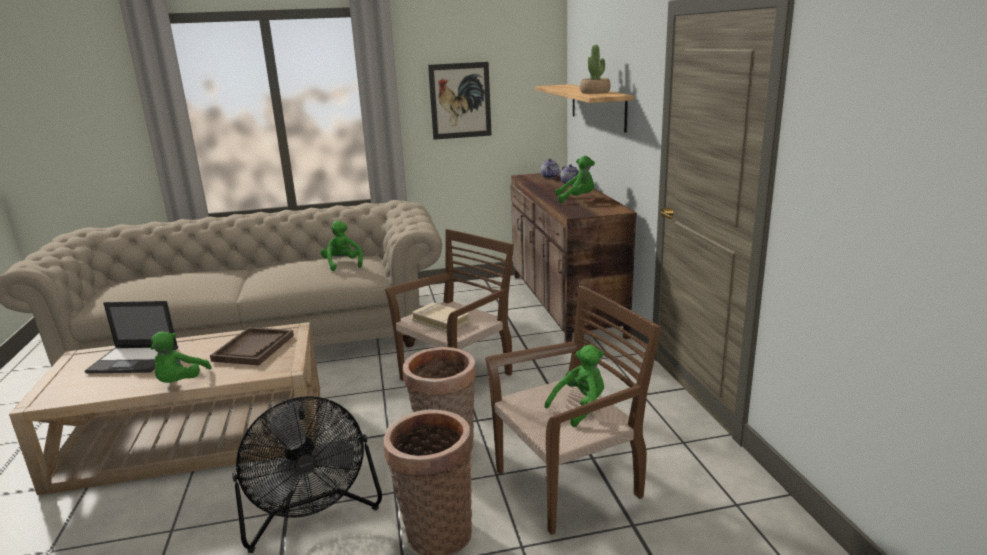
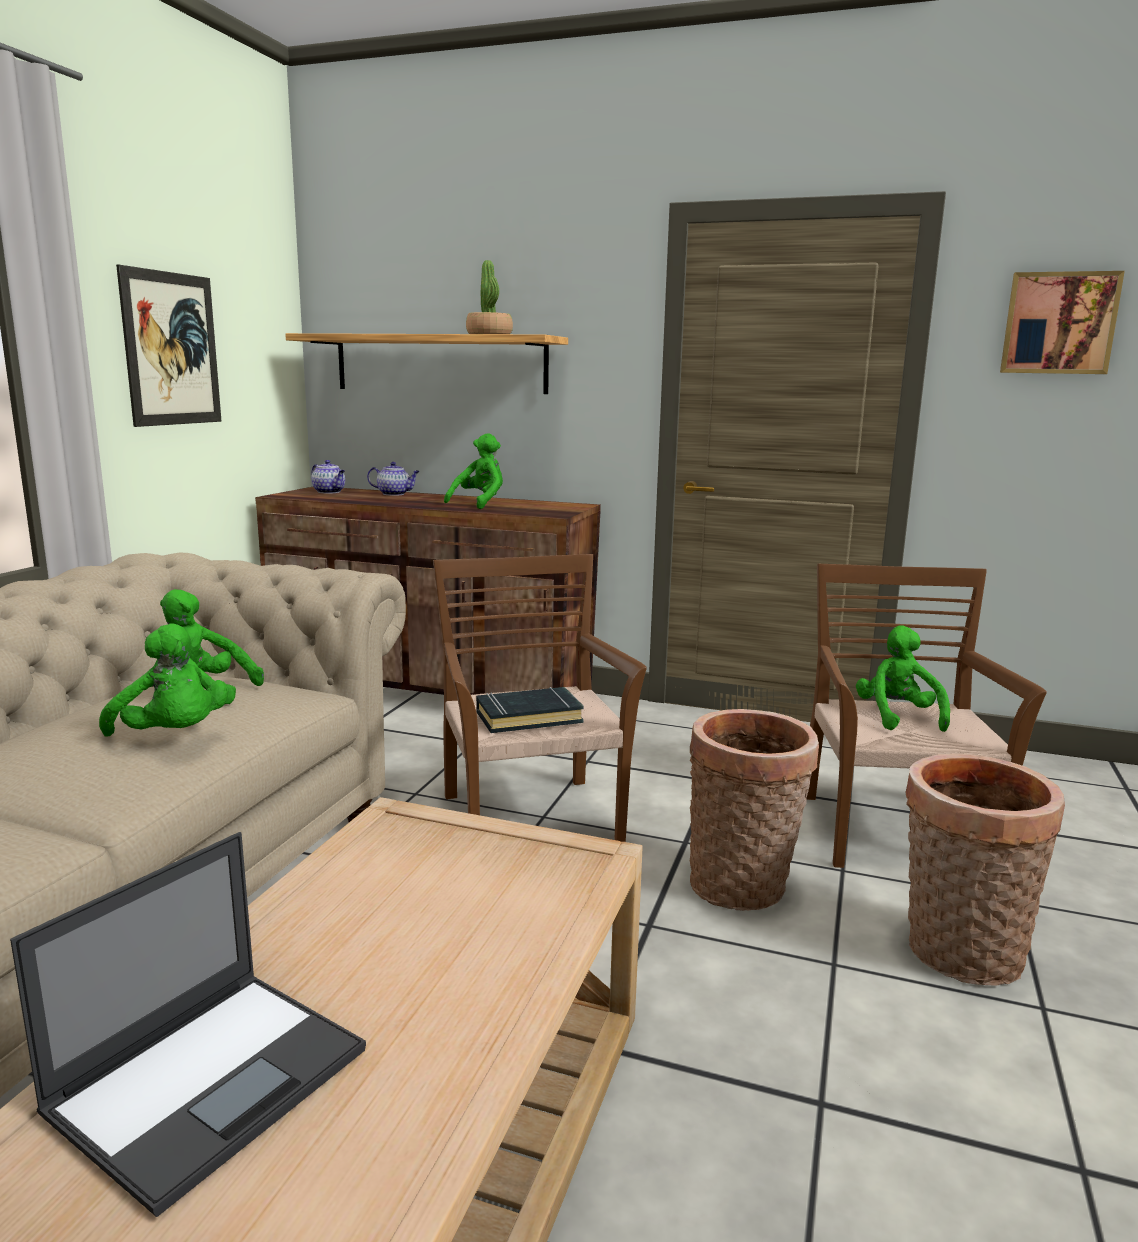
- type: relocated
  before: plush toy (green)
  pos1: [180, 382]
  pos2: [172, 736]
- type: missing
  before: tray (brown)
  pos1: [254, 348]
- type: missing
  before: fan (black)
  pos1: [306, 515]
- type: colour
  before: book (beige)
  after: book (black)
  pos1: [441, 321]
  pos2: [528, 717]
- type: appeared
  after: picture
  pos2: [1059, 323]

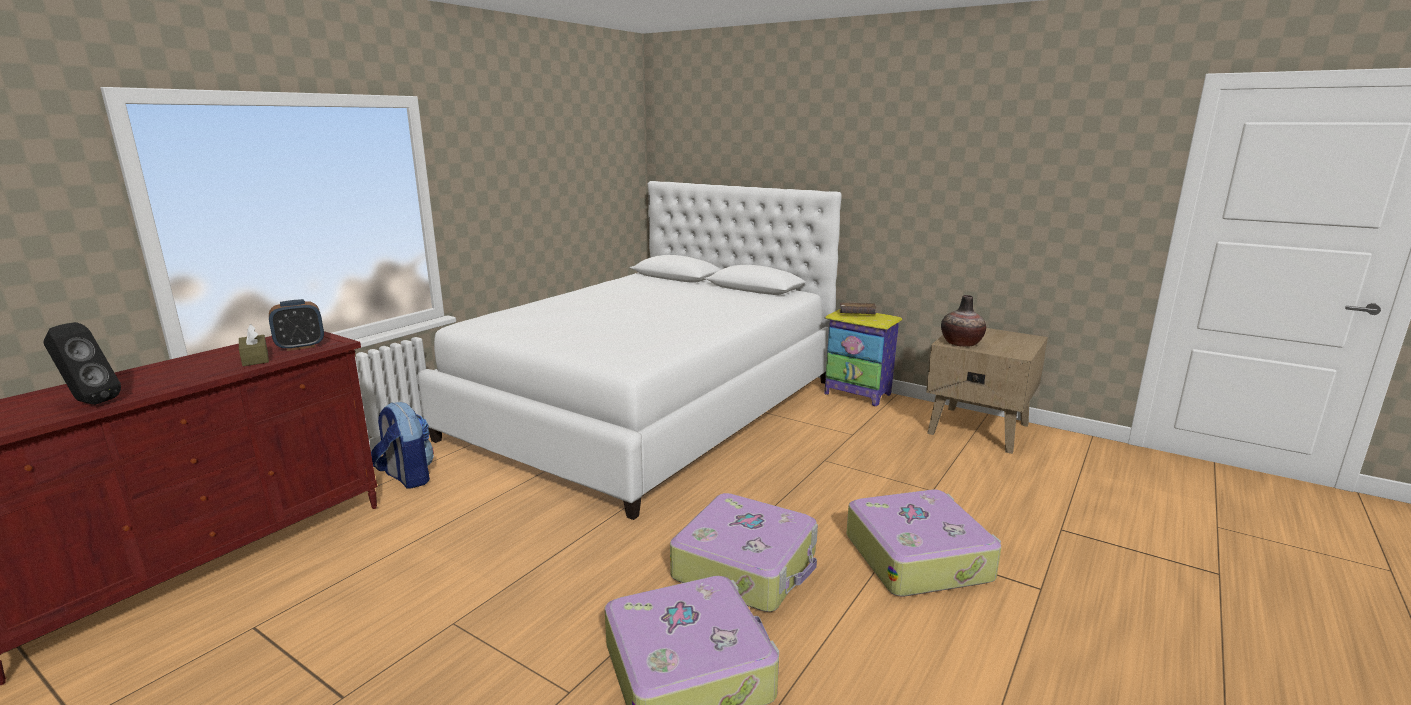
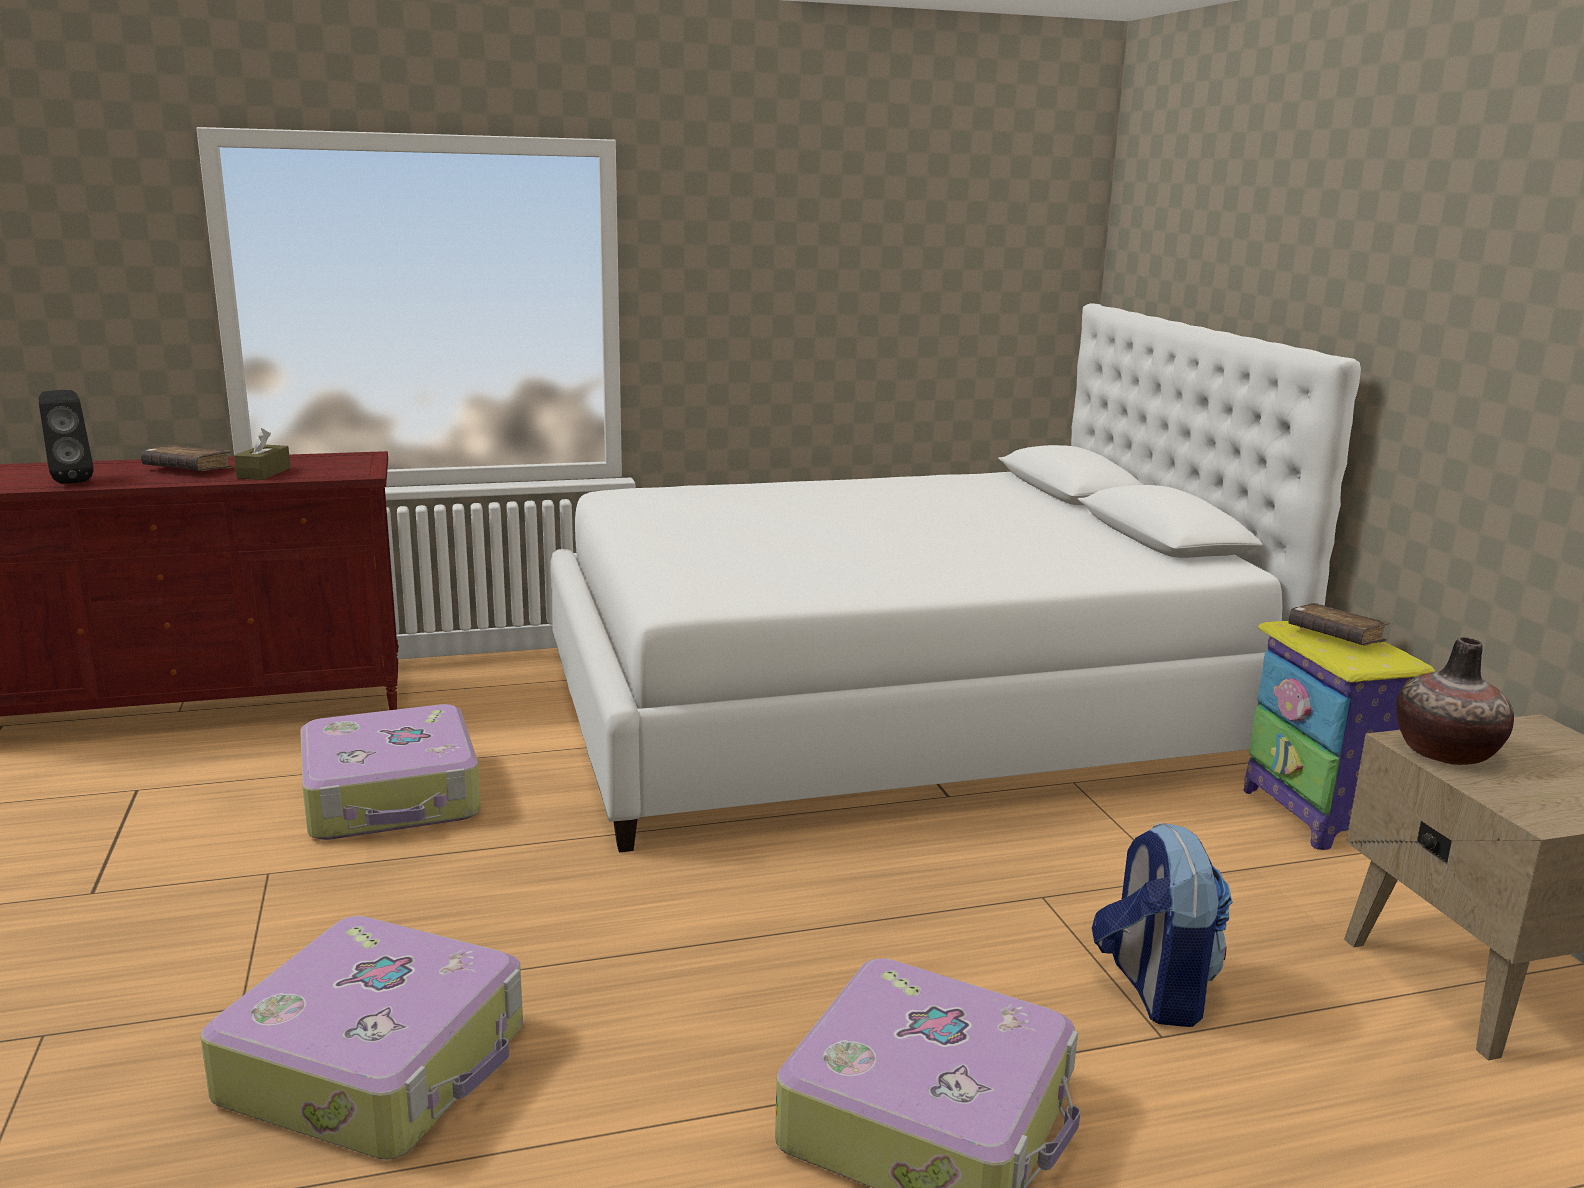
- type: missing
  before: alarm clock
  pos1: [300, 346]
- type: relocated
  before: backpack
  pos1: [406, 477]
  pos2: [1154, 989]
- type: relocated
  before: suitcase
  pos1: [746, 566]
  pos2: [393, 797]
- type: appeared
  after: book (brown)
  pos2: [188, 469]

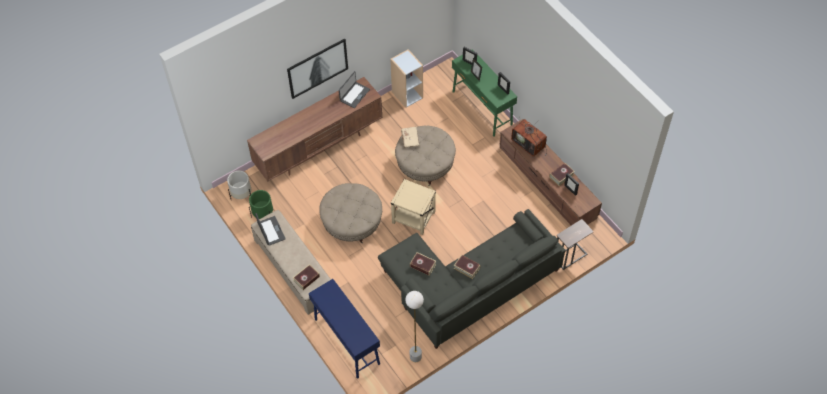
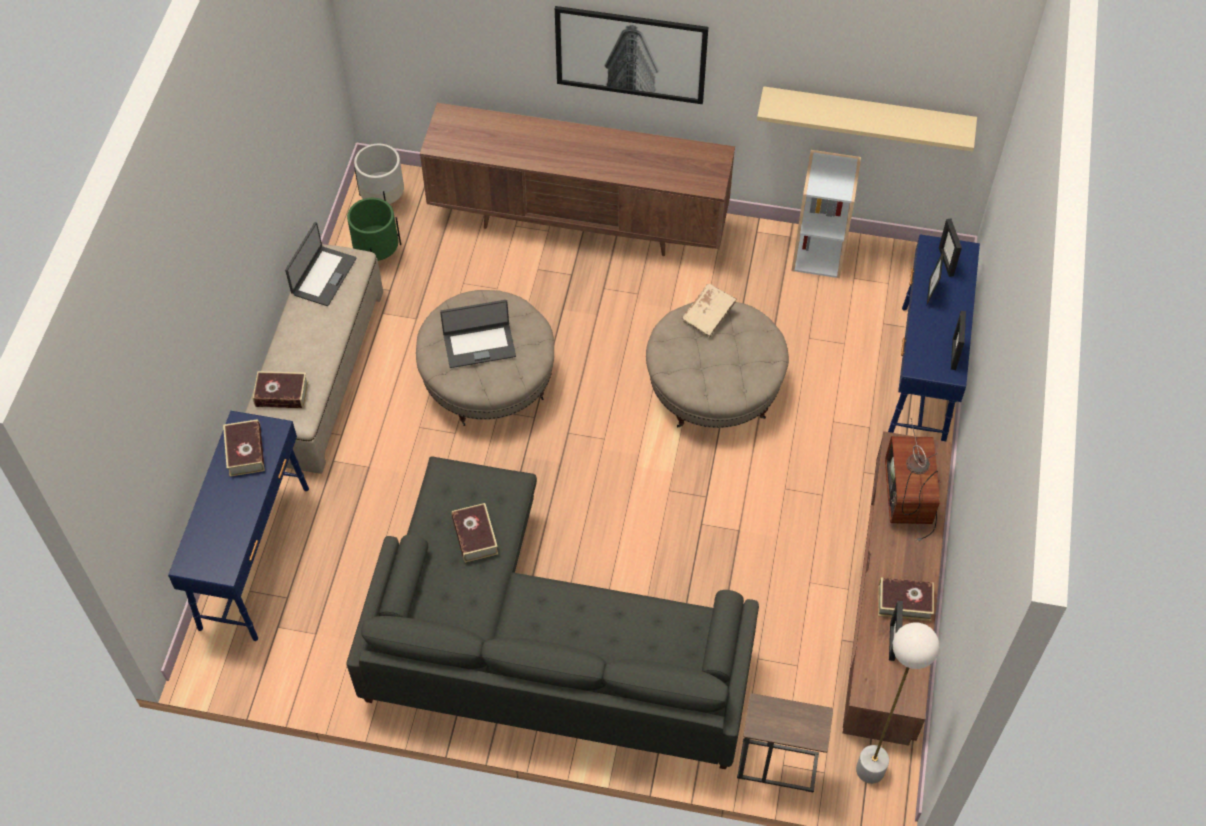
- type: relocated
  before: laptop
  pos1: [354, 95]
  pos2: [479, 345]
- type: missing
  before: side table (beige)
  pos1: [413, 217]
- type: relocated
  before: floor lamp (white)
  pos1: [415, 357]
  pos2: [870, 770]
- type: colour
  before: console table (green)
  after: console table (blue)
  pos1: [481, 109]
  pos2: [921, 376]
- type: relocated
  before: book
  pos1: [467, 268]
  pos2: [245, 452]
- type: appeared
  after: shelf (beige)
  pos2: [867, 114]

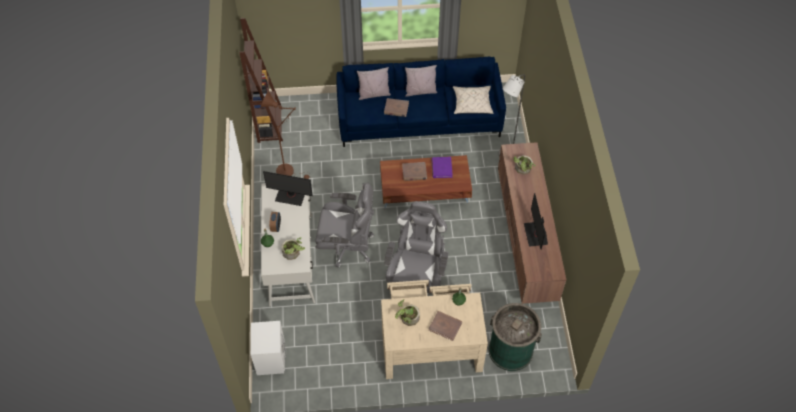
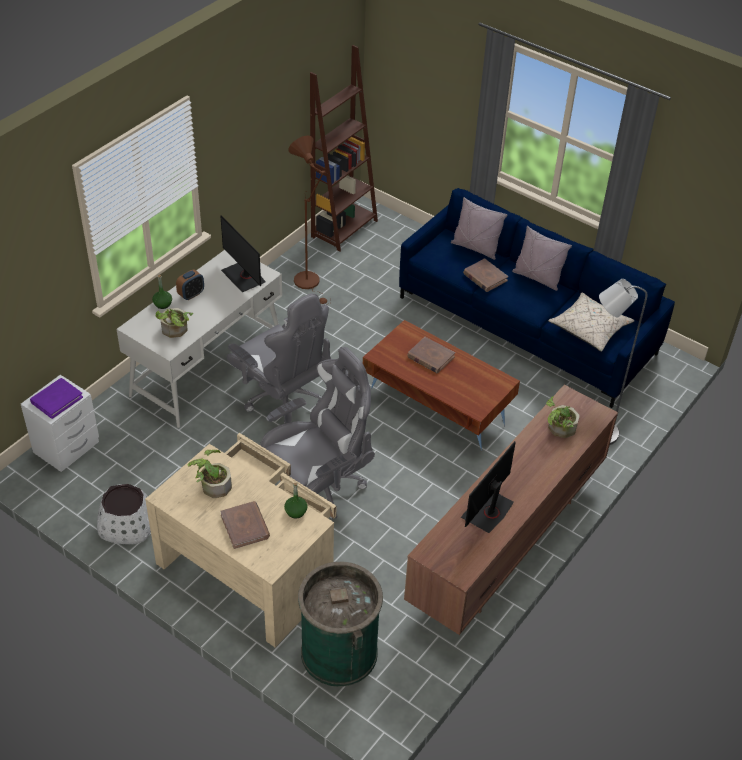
- type: relocated
  before: book (purple)
  pos1: [441, 168]
  pos2: [56, 399]
- type: appeared
  after: planter (white)
  pos2: [127, 525]

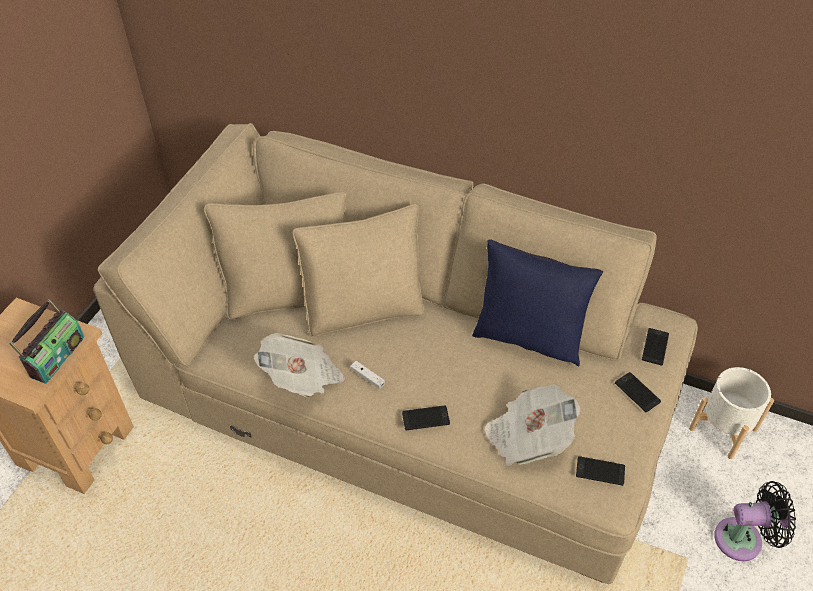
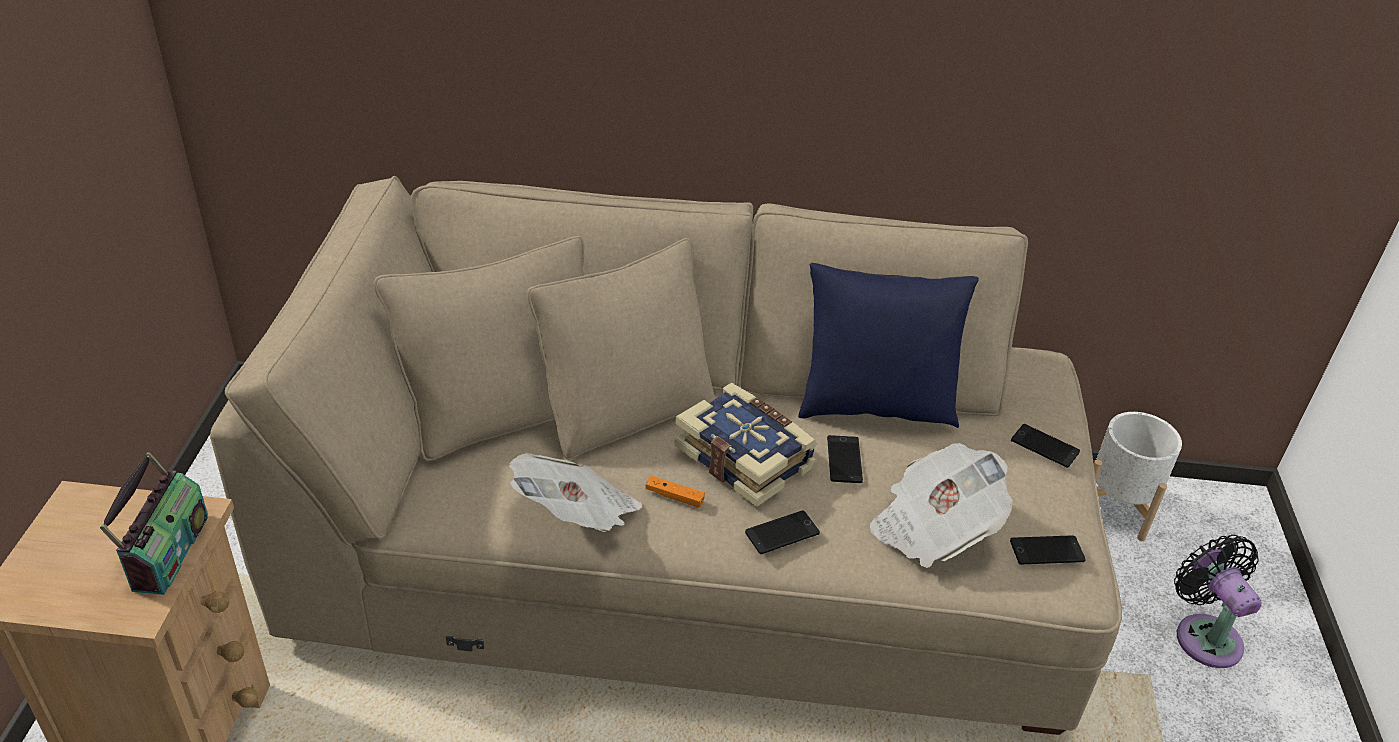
- type: colour
  before: game controller (white)
  after: game controller (orange)
  pos1: [367, 377]
  pos2: [674, 497]
- type: relocated
  before: phone
  pos1: [655, 347]
  pos2: [844, 460]
- type: spun
  before: fan (black)
  pos1: [743, 539]
  pos2: [1204, 635]
  turn: -90
- type: appeared
  after: book
  pos2: [745, 457]

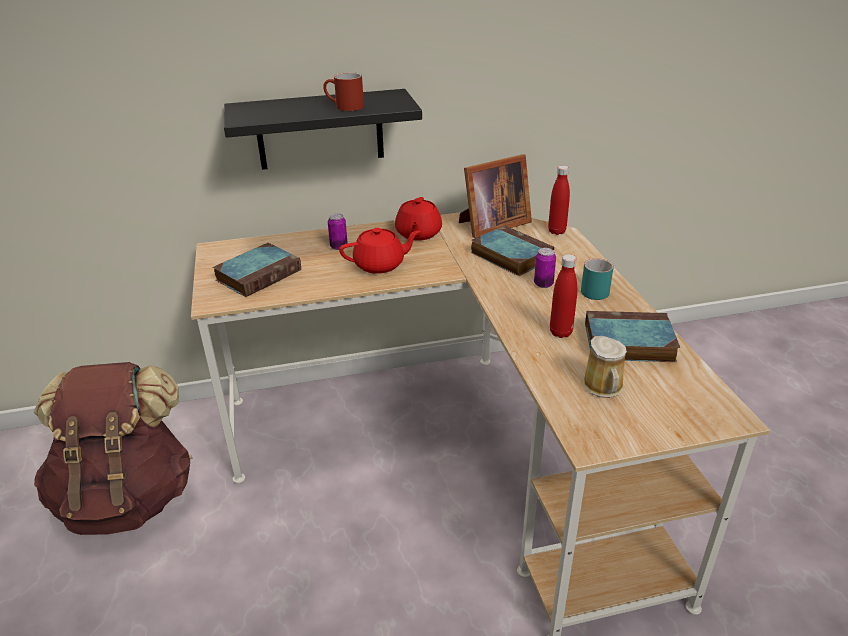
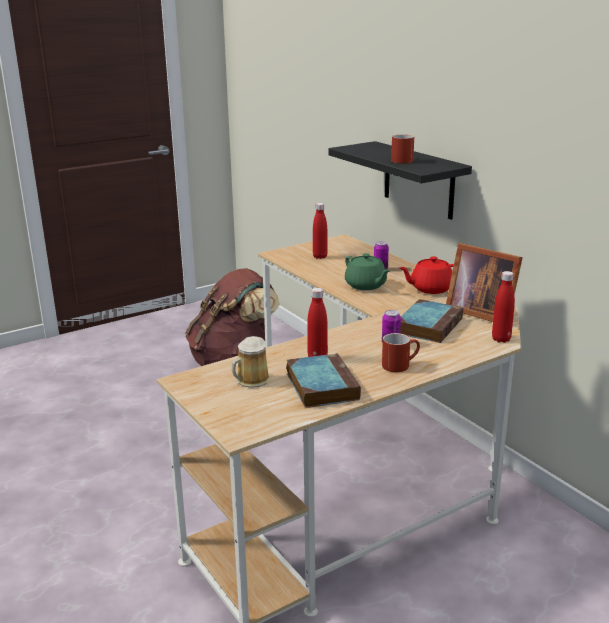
- type: exchanged
  before: book
  after: bottle (red)
  pos1: [259, 274]
  pos2: [320, 256]
- type: colour
  before: teapot (red)
  after: teapot (green)
  pos1: [380, 265]
  pos2: [366, 285]
- type: colour
  before: mug (turquoise)
  after: mug (red)
  pos1: [592, 289]
  pos2: [400, 365]

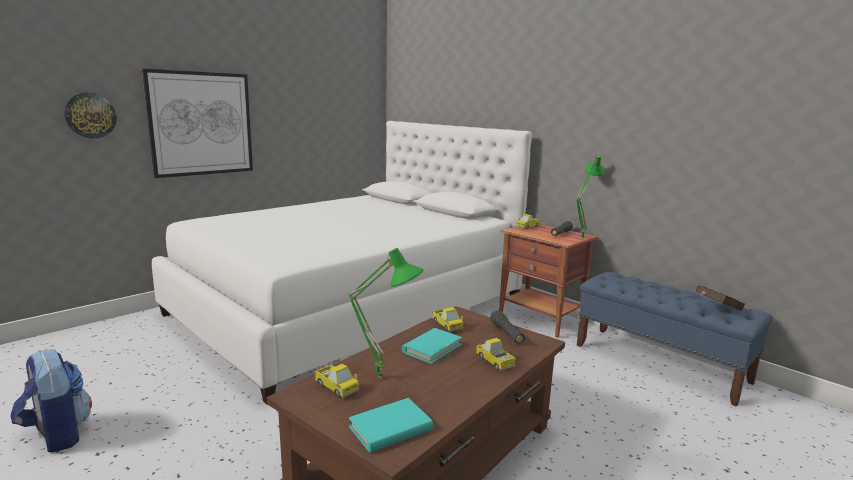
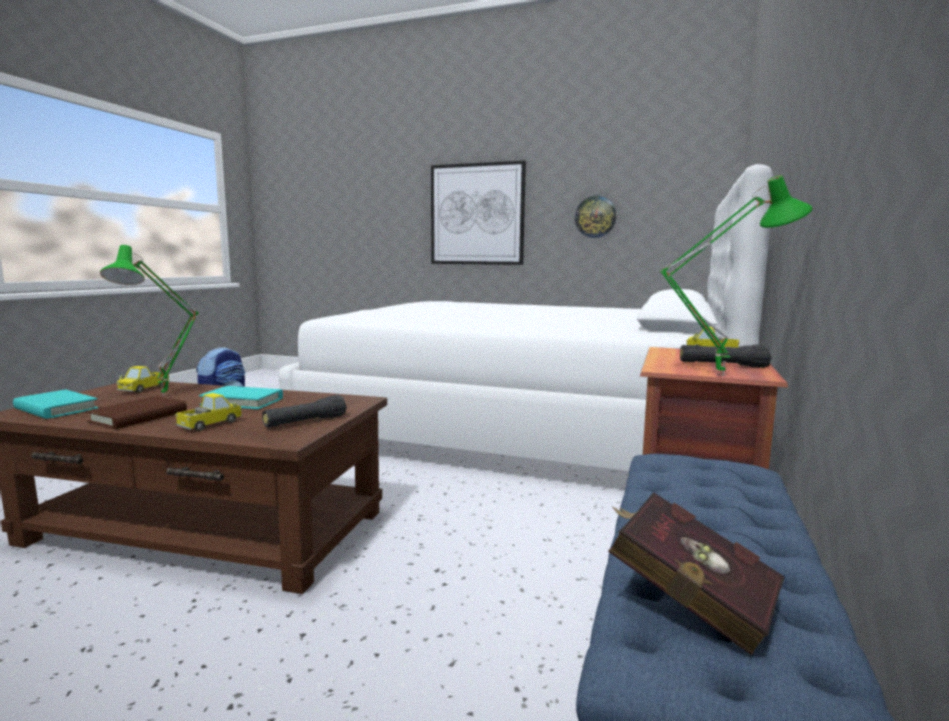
- type: relocated
  before: wall clock
  pos1: [90, 115]
  pos2: [595, 217]
- type: missing
  before: toy truck
  pos1: [447, 325]
- type: appeared
  after: book (brown)
  pos2: [139, 417]

